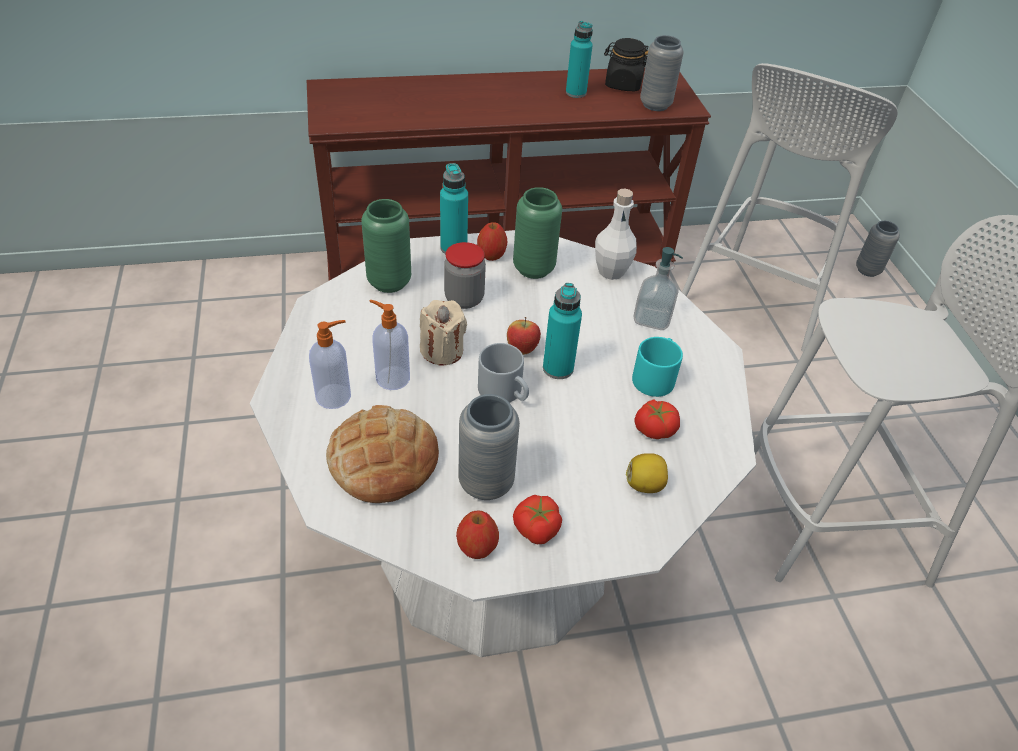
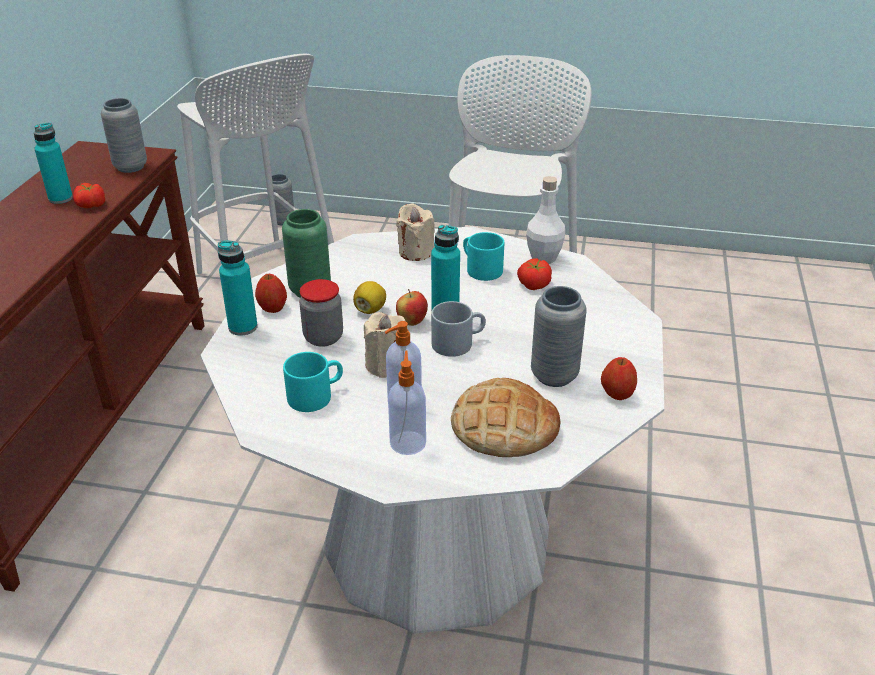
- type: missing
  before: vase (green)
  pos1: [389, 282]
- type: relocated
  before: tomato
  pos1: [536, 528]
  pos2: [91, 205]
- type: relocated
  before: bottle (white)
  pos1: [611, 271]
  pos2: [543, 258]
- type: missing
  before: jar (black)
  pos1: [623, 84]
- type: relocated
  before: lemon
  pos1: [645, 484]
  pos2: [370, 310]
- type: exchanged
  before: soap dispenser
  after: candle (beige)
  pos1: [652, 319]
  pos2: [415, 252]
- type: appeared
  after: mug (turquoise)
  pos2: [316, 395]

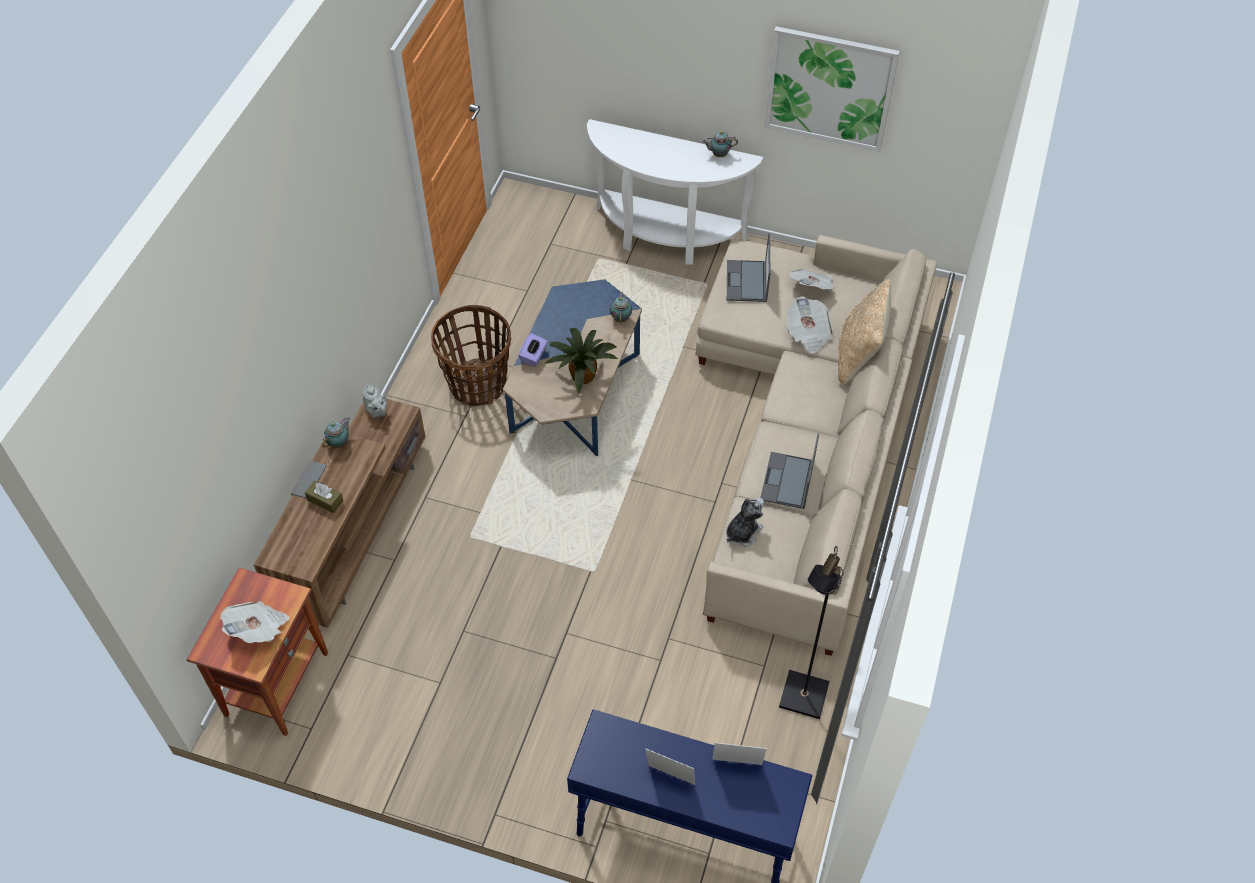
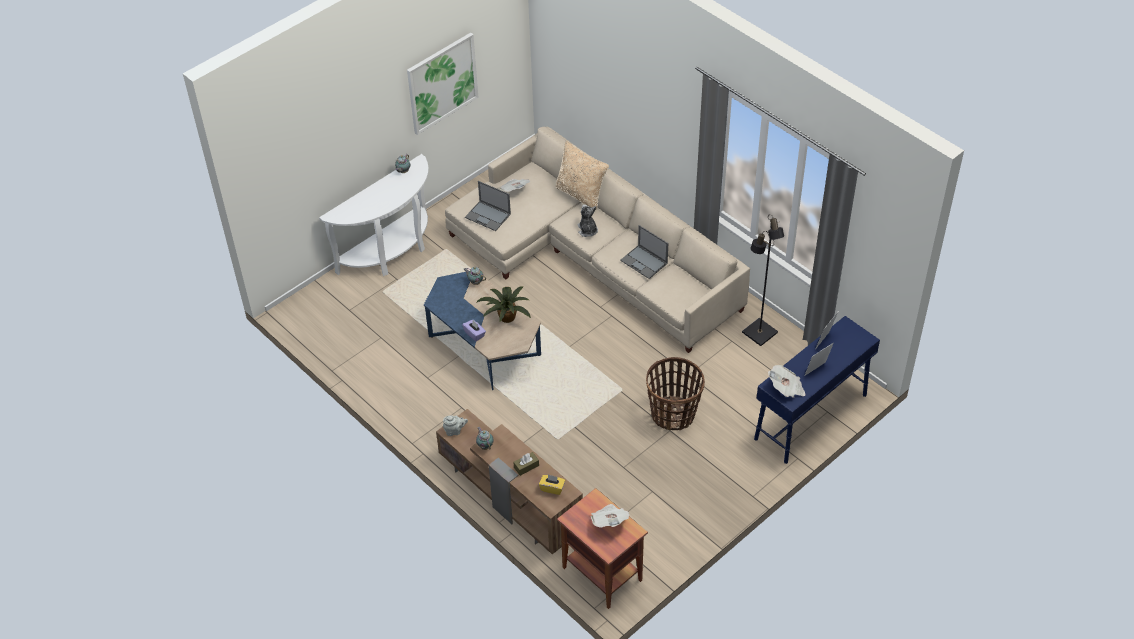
- type: relocated
  before: basket
  pos1: [478, 384]
  pos2: [673, 414]
- type: relocated
  before: plush toy
  pos1: [742, 532]
  pos2: [587, 230]
- type: relocated
  before: newspaper
  pos1: [808, 334]
  pos2: [786, 389]
- type: appeared
  after: tissue box (yellow)
  pos2: [552, 488]

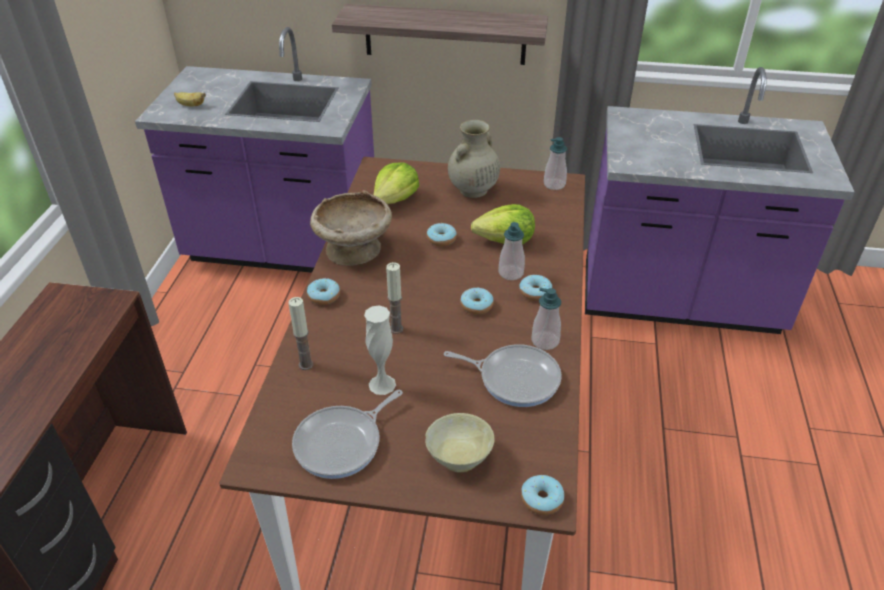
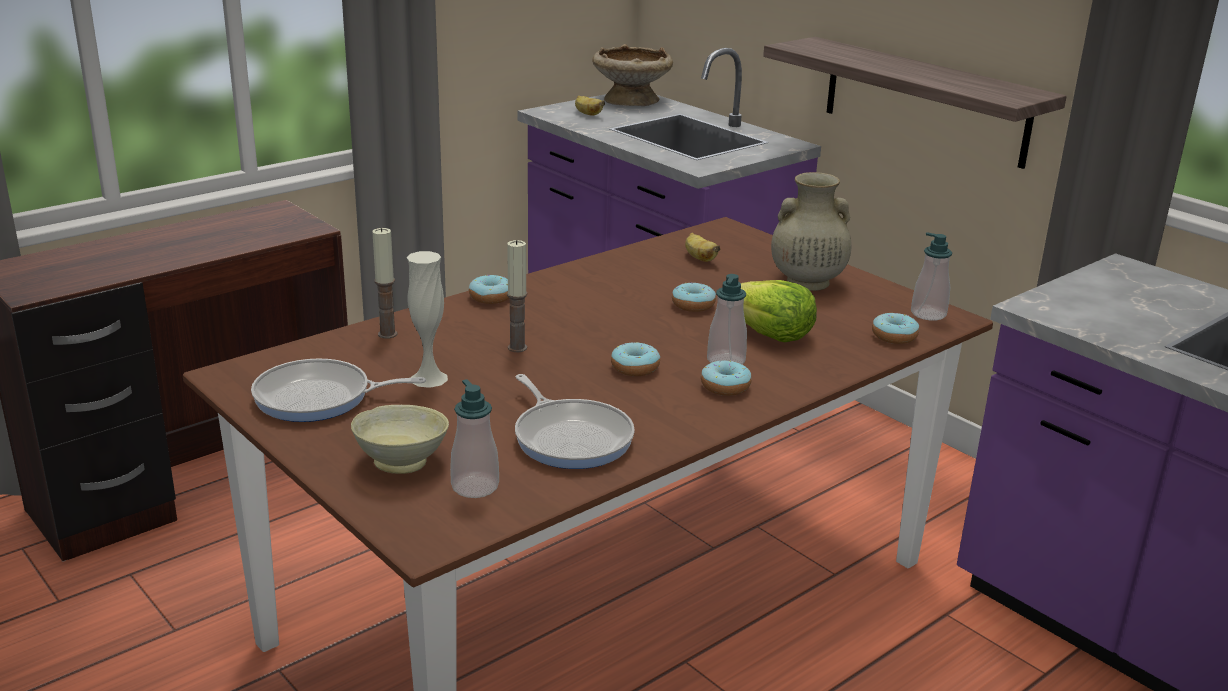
- type: relocated
  before: bowl (beige)
  pos1: [354, 250]
  pos2: [631, 100]
- type: exchanged
  before: lettuce
  after: banana
  pos1: [395, 199]
  pos2: [699, 258]
- type: relocated
  before: donut
  pos1: [541, 500]
  pos2: [894, 336]
- type: relocated
  before: soap dispenser
  pos1: [545, 341]
  pos2: [475, 486]

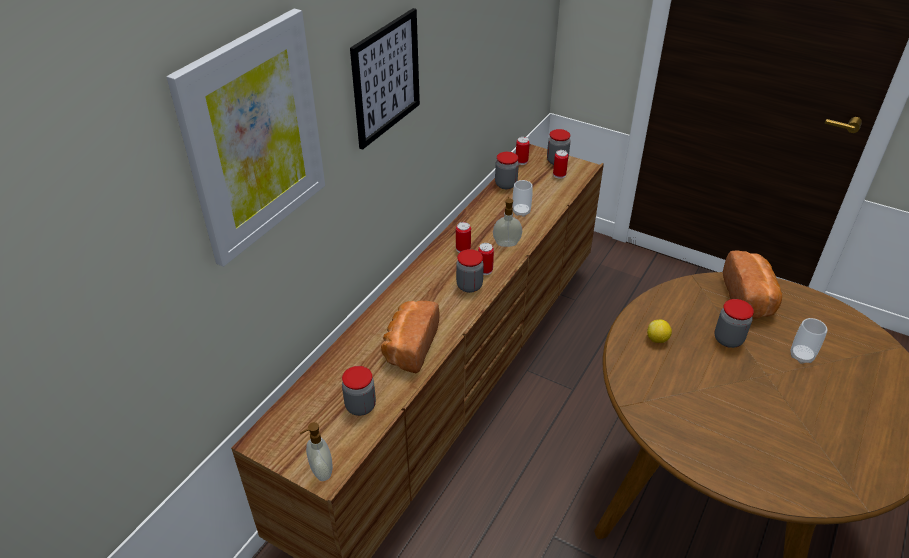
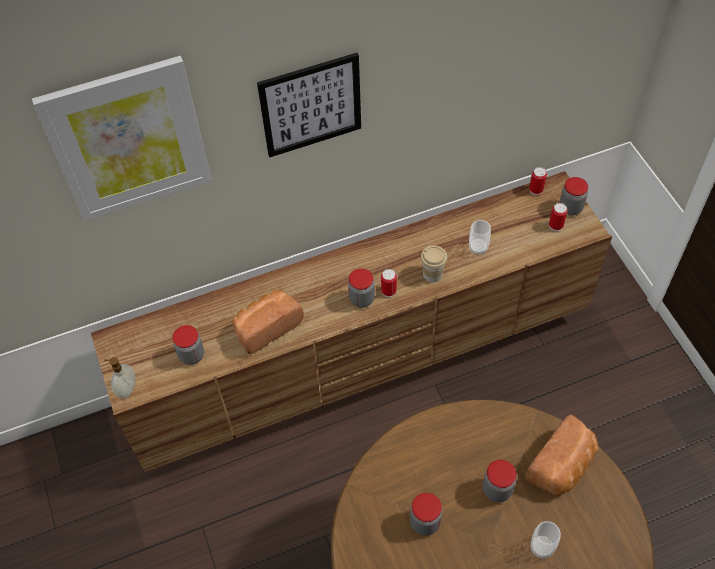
- type: missing
  before: can
  pos1: [463, 249]
- type: exchanged
  before: soap dispenser
  after: cup
  pos1: [506, 243]
  pos2: [432, 274]
- type: relocated
  before: jar
  pos1: [506, 184]
  pos2: [425, 522]
- type: missing
  before: lemon
  pos1: [657, 339]

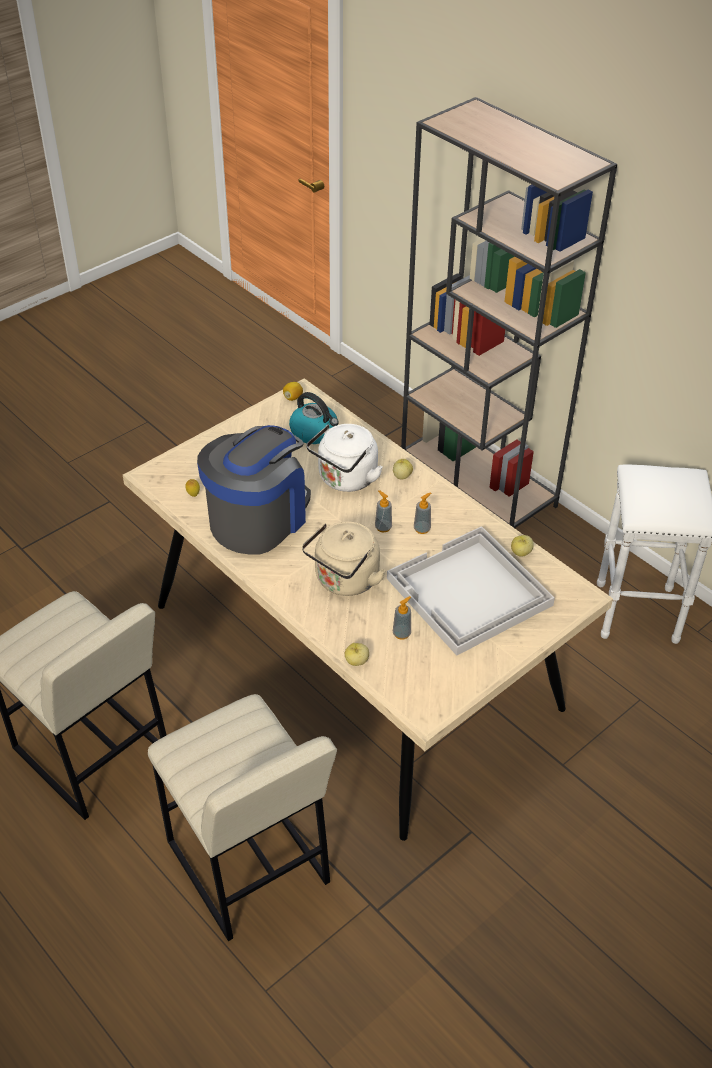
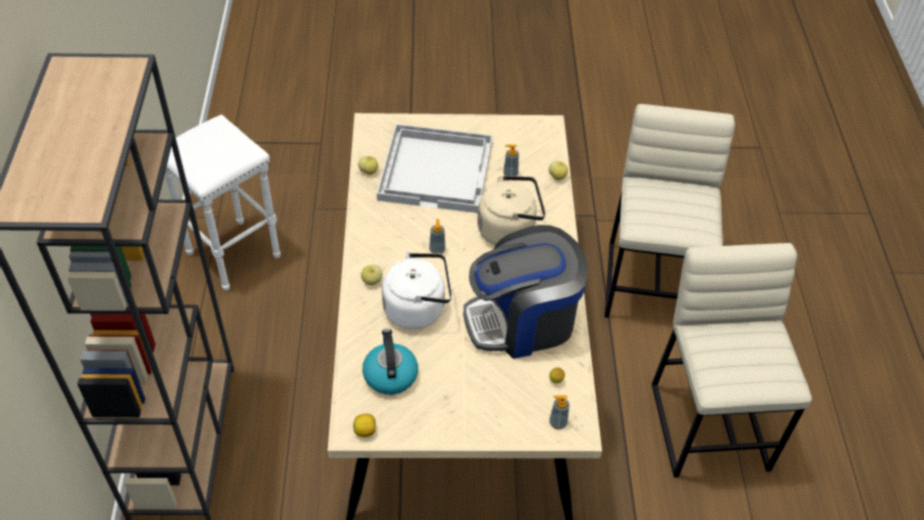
- type: relocated
  before: soap dispenser
  pos1: [422, 529]
  pos2: [557, 423]

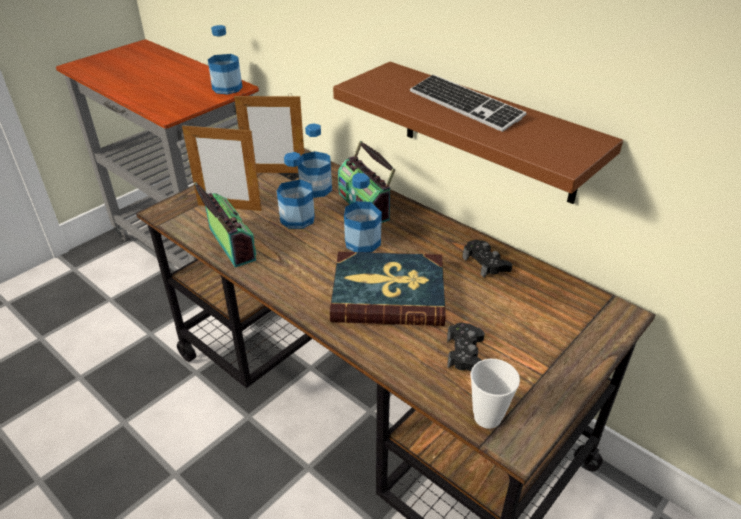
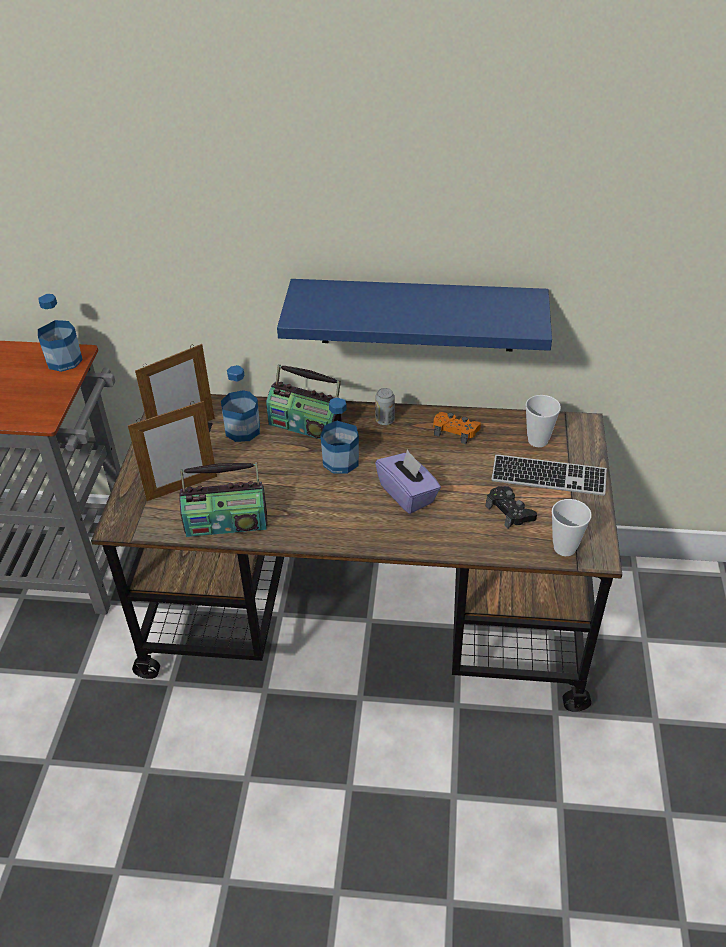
- type: spun
  before: radio
  pos1: [229, 244]
  pos2: [226, 522]
  turn: 150
- type: missing
  before: bottle
  pos1: [297, 219]
- type: exchanged
  before: book
  after: tissue box (purple)
  pos1: [388, 293]
  pos2: [407, 494]
- type: colour
  before: shelf (brown)
  after: shelf (blue)
  pos1: [489, 132]
  pos2: [417, 315]
- type: relocated
  before: keyboard
  pos1: [465, 105]
  pos2: [548, 477]
- type: colour
  before: game controller (black)
  after: game controller (orange)
  pos1: [485, 263]
  pos2: [455, 431]
- type: appeared
  after: can
  pos2: [385, 420]
- type: appeared
  after: cup
  pos2: [538, 440]

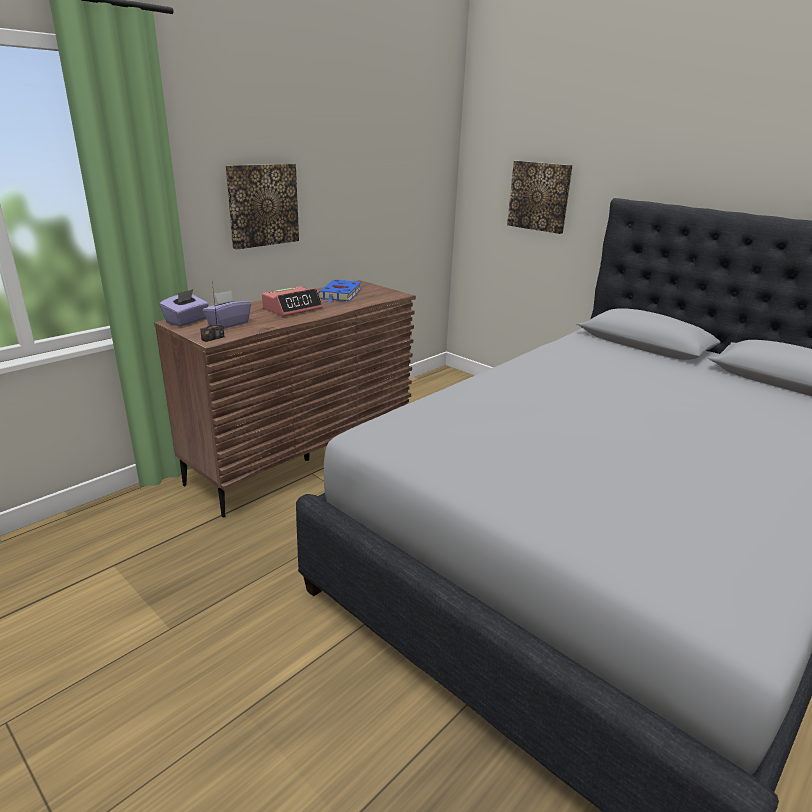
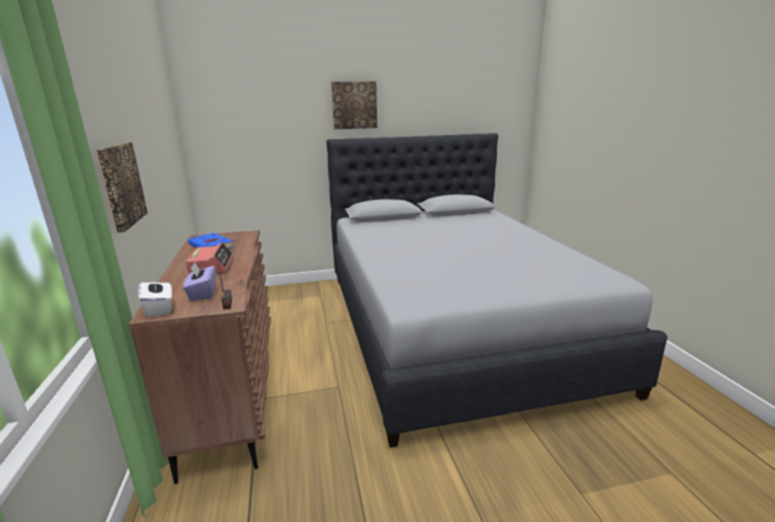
- type: colour
  before: tissue box (purple)
  after: tissue box (white)
  pos1: [186, 321]
  pos2: [159, 308]
- type: relocated
  before: picture
  pos1: [539, 196]
  pos2: [354, 105]

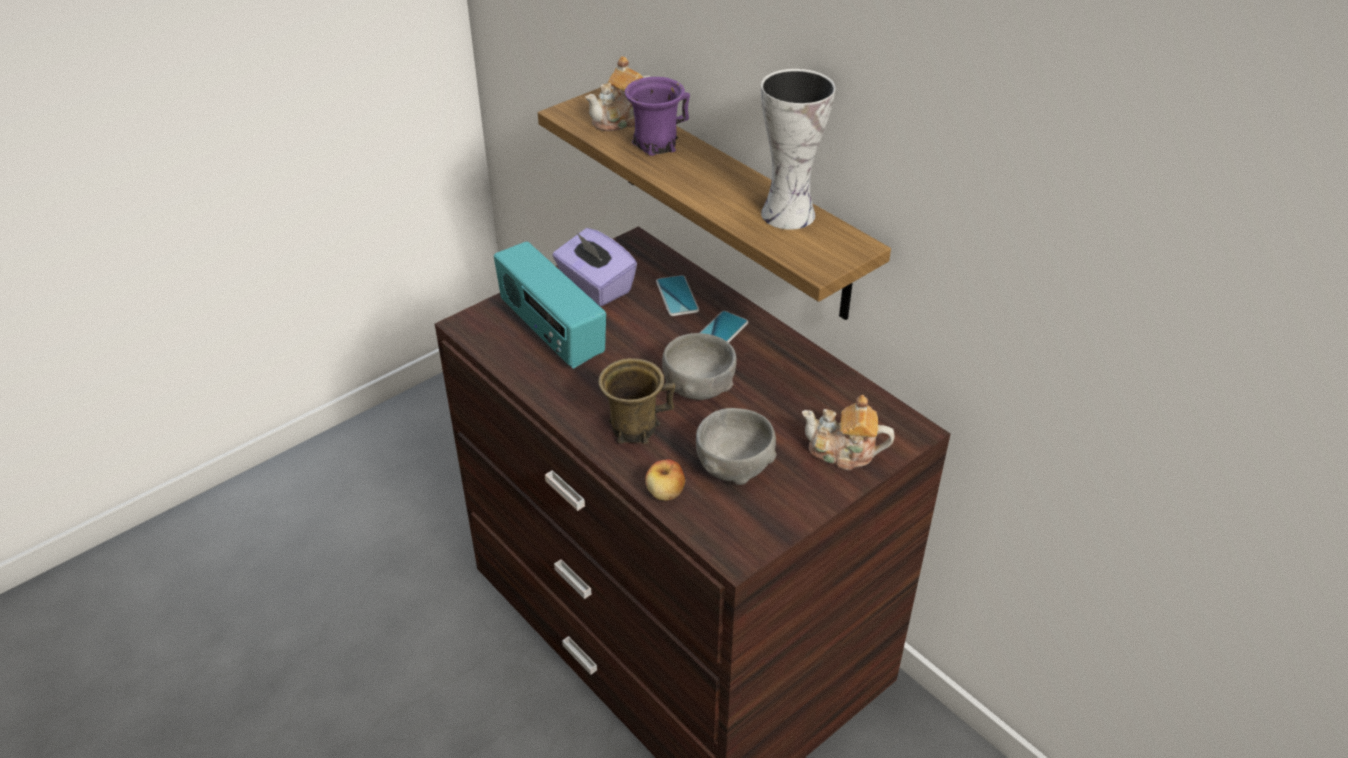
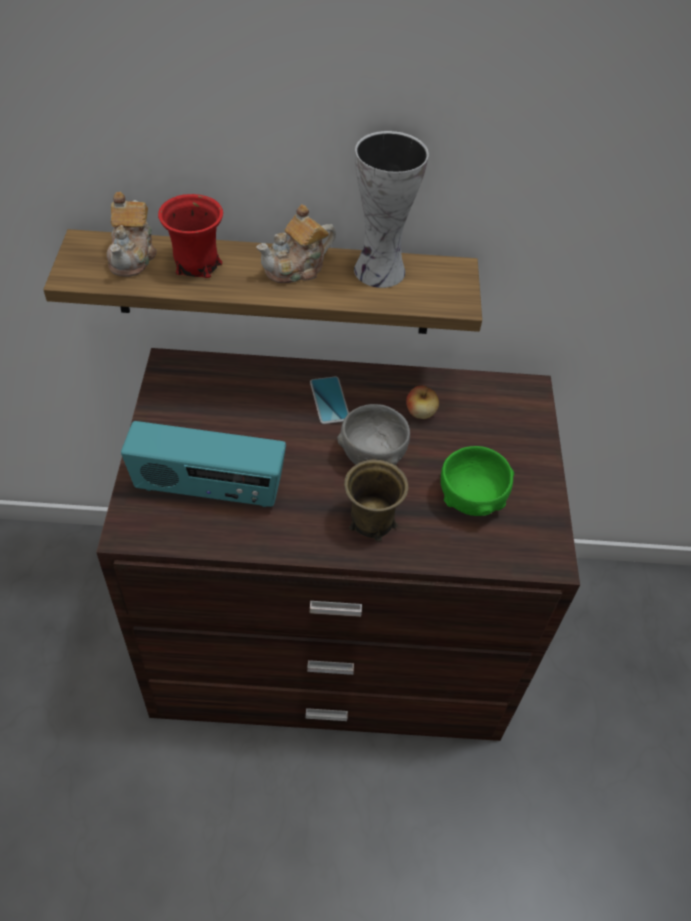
- type: missing
  before: tissue box (purple)
  pos1: [595, 287]
- type: colour
  before: mug (purple)
  after: mug (red)
  pos1: [655, 144]
  pos2: [195, 264]
- type: relocated
  before: apple
  pos1: [665, 493]
  pos2: [420, 412]
- type: missing
  before: phone
  pos1: [677, 296]
- type: colour
  before: bowl (grey)
  after: bowl (green)
  pos1: [734, 467]
  pos2: [471, 498]
- type: relocated
  before: teapot
  pos1: [843, 452]
  pos2: [297, 268]

